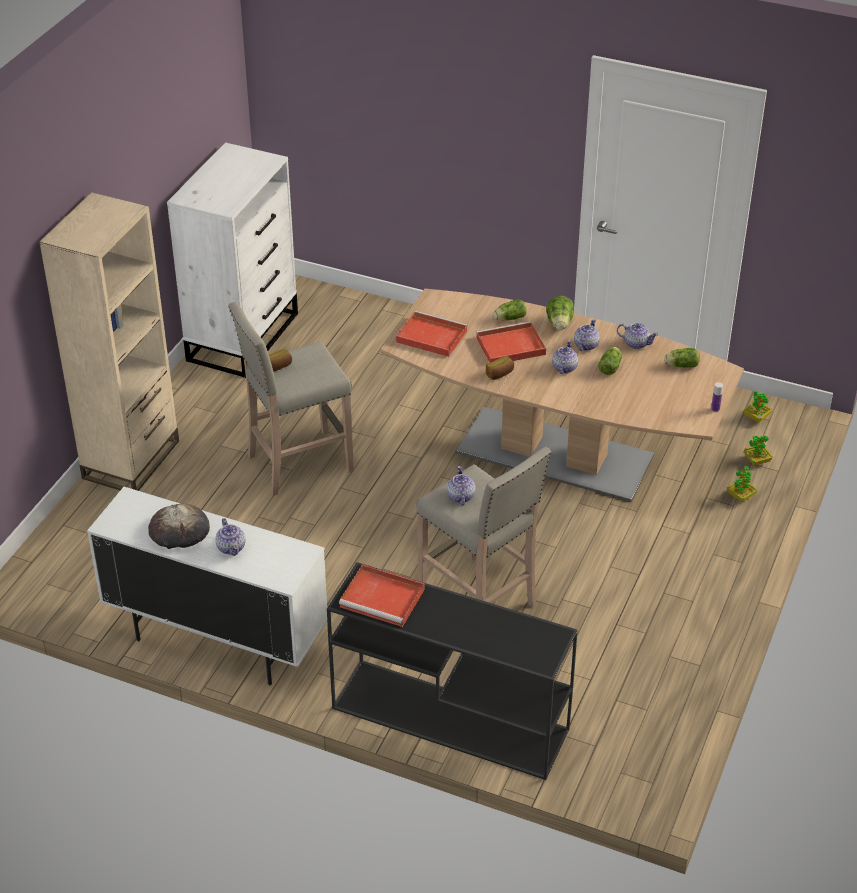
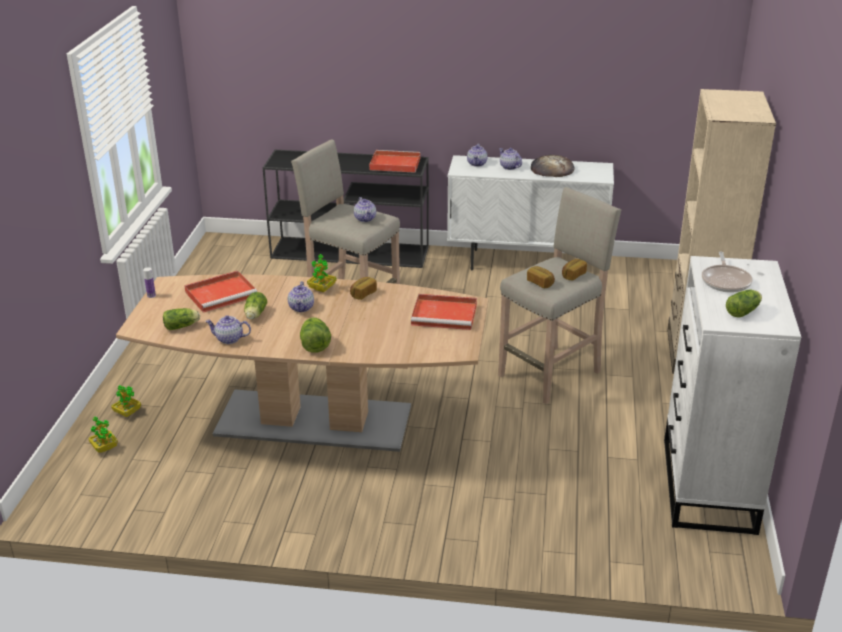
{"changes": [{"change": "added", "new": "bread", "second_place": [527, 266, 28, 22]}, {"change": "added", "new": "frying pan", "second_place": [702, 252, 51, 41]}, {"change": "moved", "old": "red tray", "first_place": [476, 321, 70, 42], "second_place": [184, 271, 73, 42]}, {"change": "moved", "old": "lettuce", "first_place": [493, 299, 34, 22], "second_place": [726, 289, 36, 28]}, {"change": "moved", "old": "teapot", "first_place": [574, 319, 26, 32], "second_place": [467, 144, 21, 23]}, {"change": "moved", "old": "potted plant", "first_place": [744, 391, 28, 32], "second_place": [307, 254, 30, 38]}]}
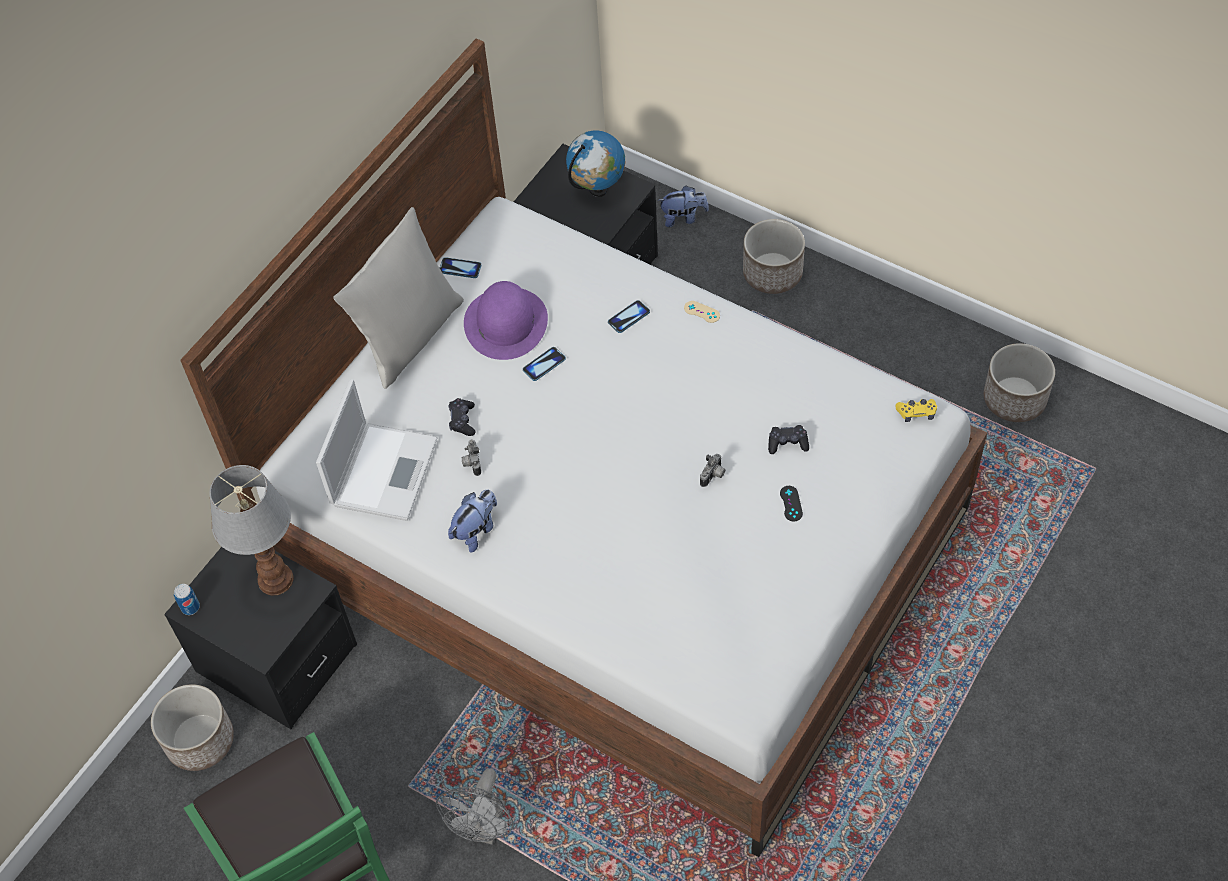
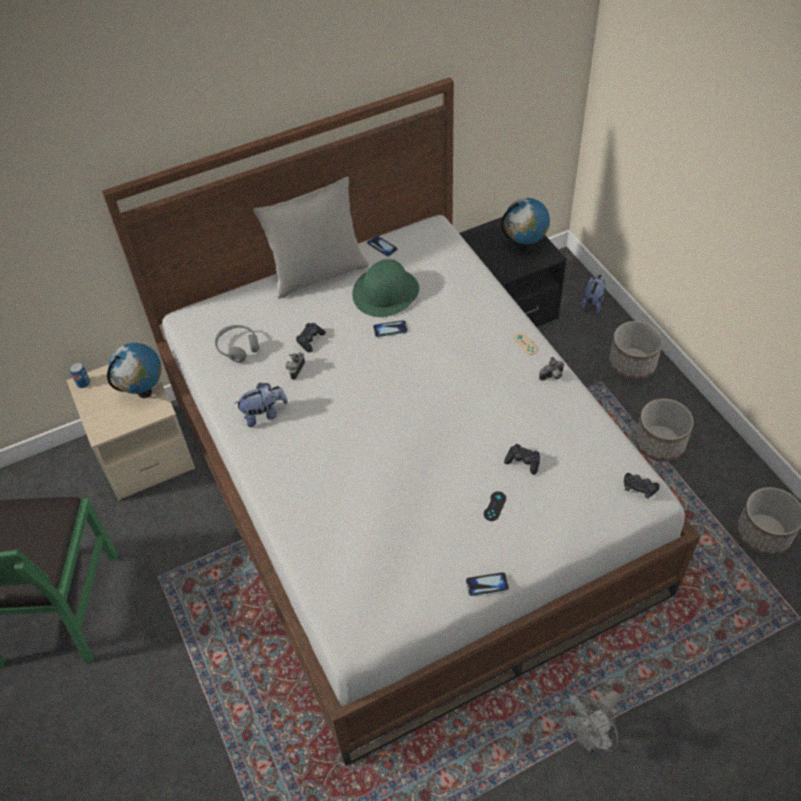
{"changes": [{"change": "moved", "old": "planter", "first_place": [151, 684, 83, 87], "second_place": [635, 399, 59, 63]}, {"change": "moved", "old": "grey fan", "first_place": [436, 768, 77, 77], "second_place": [561, 691, 59, 61]}, {"change": "moved", "old": "phone", "first_place": [608, 300, 42, 33], "second_place": [466, 572, 43, 24]}, {"change": "moved", "old": "photo camera", "first_place": [700, 454, 25, 33], "second_place": [539, 357, 25, 24]}, {"change": "replaced", "old": "table lamp", "new": "globe", "first_place": [209, 465, 84, 131], "second_place": [107, 343, 55, 55]}, {"change": "replaced", "old": "laptop", "new": "grey headphones", "first_place": [316, 379, 122, 142], "second_place": [215, 325, 44, 38]}, {"change": "recoloured", "old": "black nightstand", "new": "beige nightstand", "first_place": [164, 547, 193, 182], "second_place": [66, 364, 129, 137]}, {"change": "recoloured", "old": "purple hat", "new": "green hat", "first_place": [464, 281, 84, 79], "second_place": [352, 259, 67, 58]}, {"change": "recoloured", "old": "yellow game controller", "new": "black game controller", "first_place": [896, 399, 41, 23], "second_place": [624, 473, 36, 26]}, {"change": "turned", "old": "plush toy", "first_place": [658, 186, 51, 41], "second_place": [580, 274, 26, 39], "degrees": -90}]}
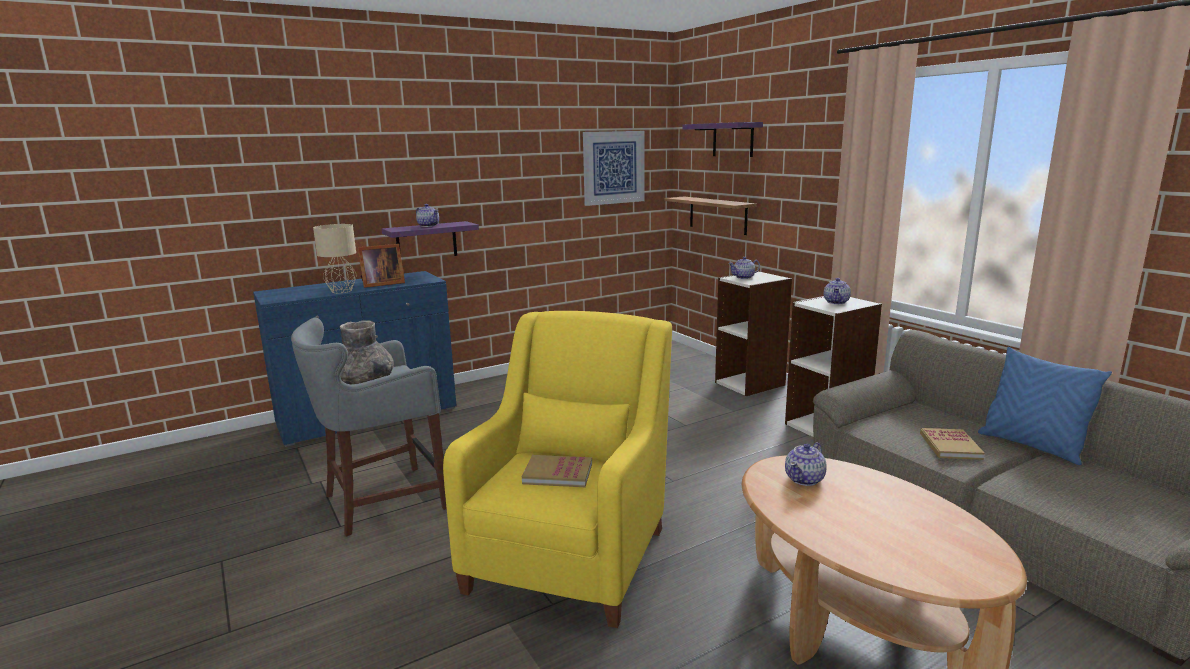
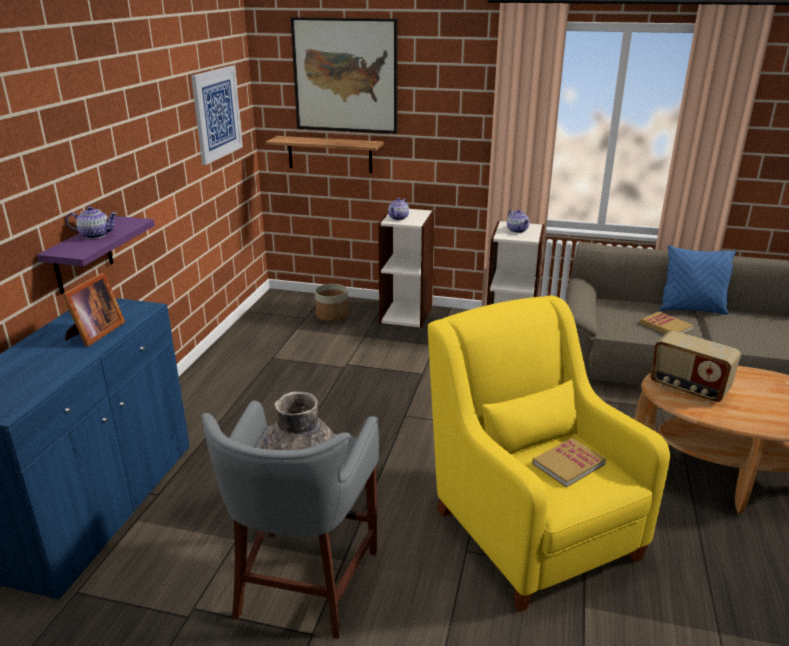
{"changes": [{"change": "removed", "old": "beige table lamp", "first_place": [313, 224, 44, 69]}, {"change": "added", "new": "planter", "second_place": [315, 284, 33, 37]}, {"change": "replaced", "old": "purple shelf", "new": "picture", "first_place": [682, 122, 81, 35], "second_place": [291, 17, 107, 117]}, {"change": "replaced", "old": "teapot", "new": "radio", "first_place": [785, 442, 41, 44], "second_place": [650, 330, 91, 72]}]}
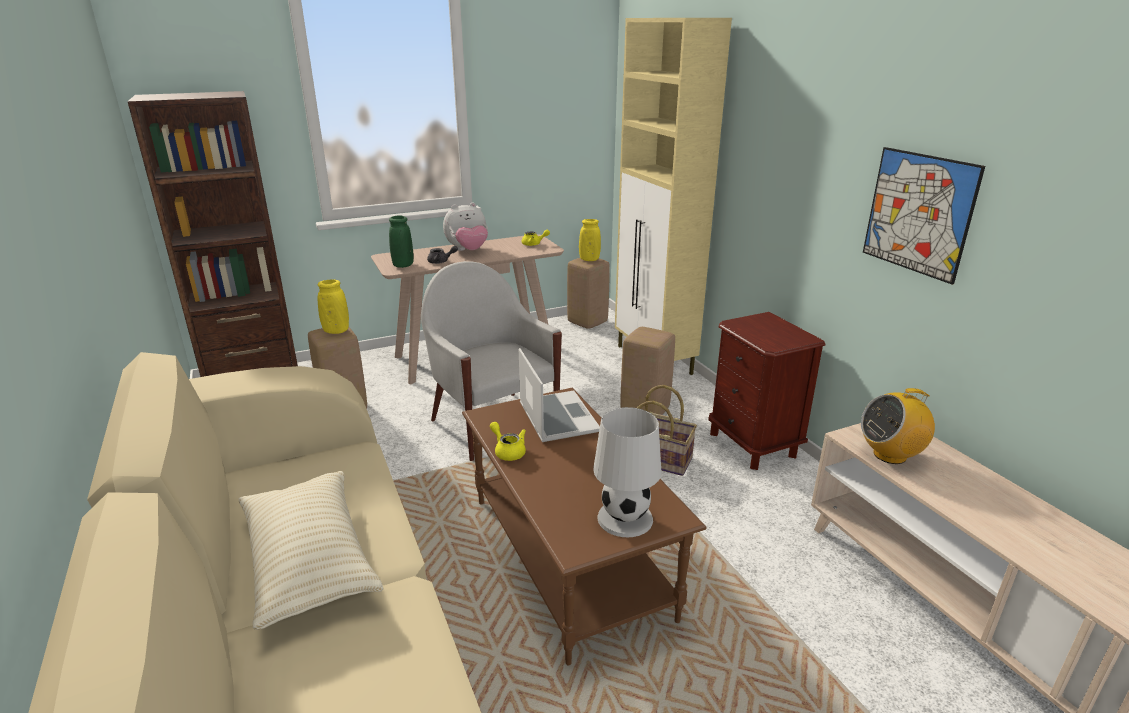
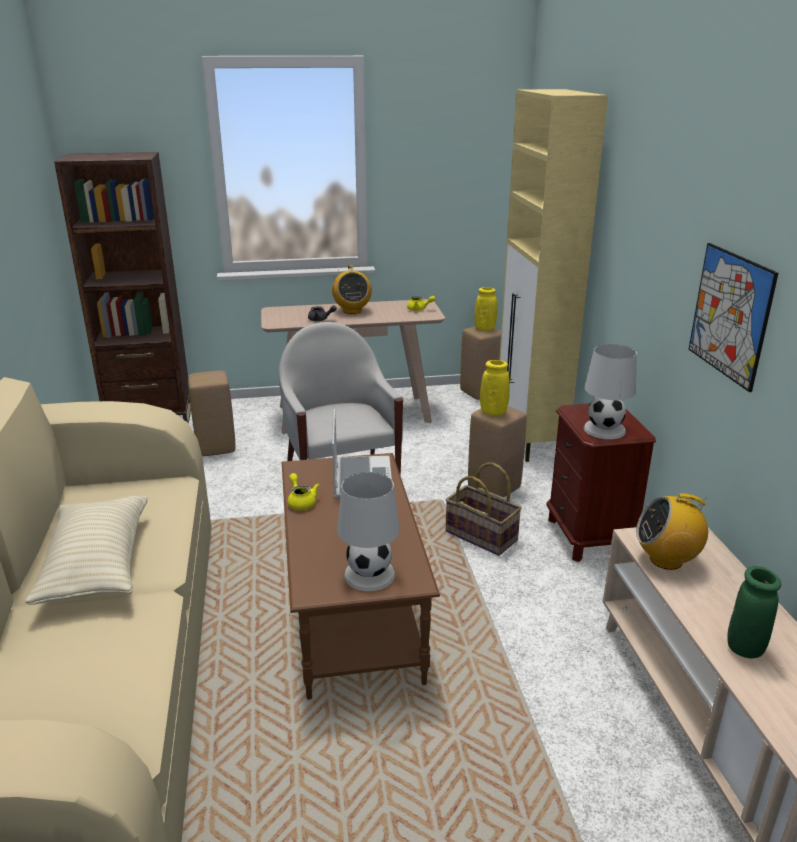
{"changes": [{"change": "added", "new": "white table lamp", "second_place": [584, 344, 53, 95]}, {"change": "moved", "old": "yellow vase", "first_place": [318, 279, 31, 55], "second_place": [480, 360, 30, 56]}, {"change": "moved", "old": "green vase", "first_place": [389, 216, 25, 52], "second_place": [727, 566, 54, 92]}, {"change": "replaced", "old": "plush toy", "new": "radio", "first_place": [443, 203, 45, 48], "second_place": [332, 265, 40, 49]}]}
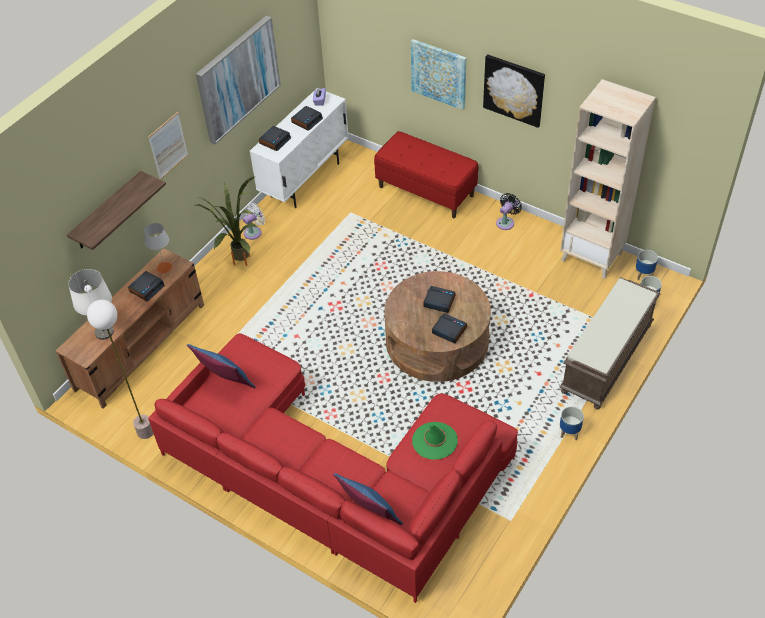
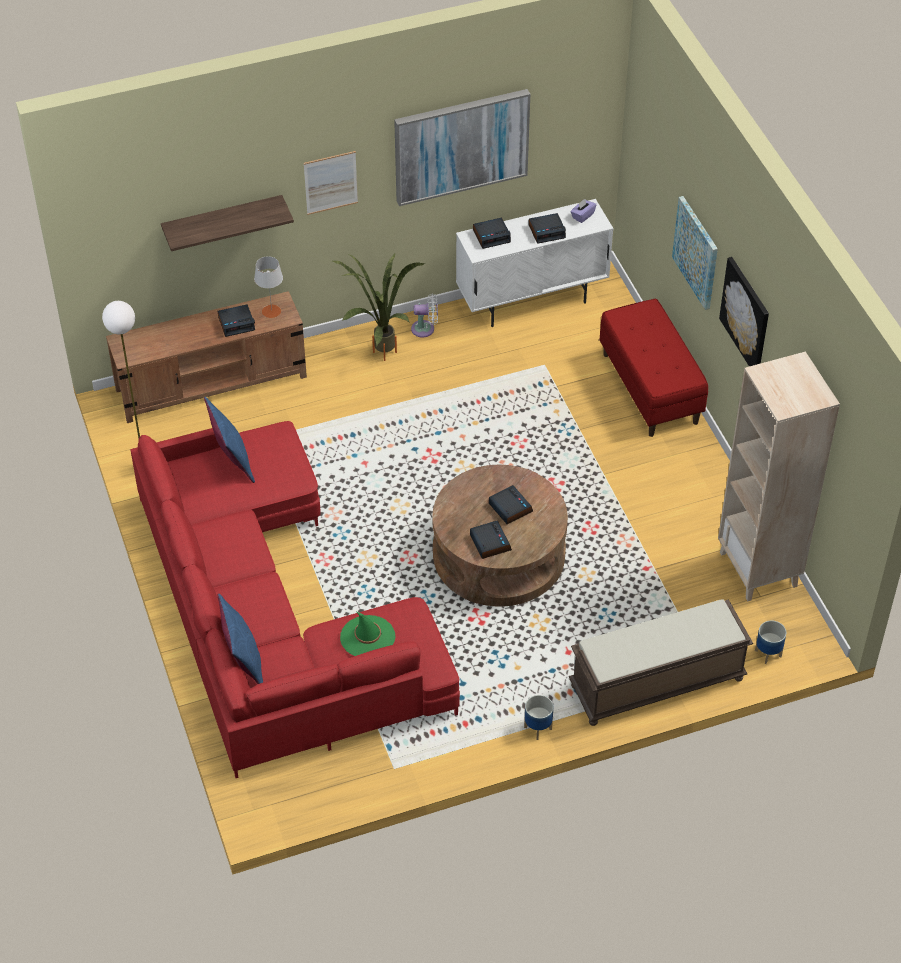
{"changes": [{"change": "removed", "old": "white table lamp", "first_place": [68, 269, 46, 71]}, {"change": "removed", "old": "black fan", "first_place": [496, 193, 26, 37]}, {"change": "removed", "old": "planter", "first_place": [636, 250, 22, 30]}]}
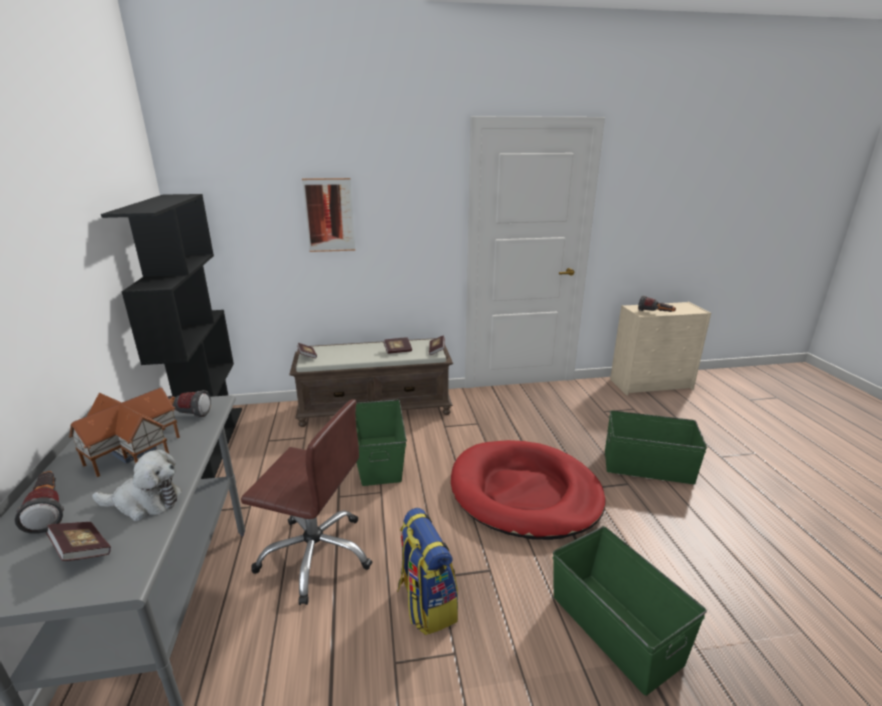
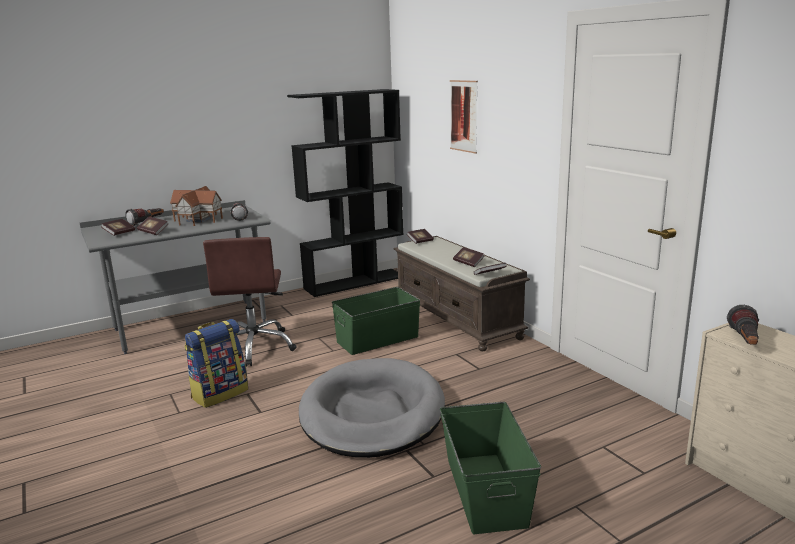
{"changes": [{"change": "removed", "old": "green storage box", "first_place": [553, 526, 154, 170]}, {"change": "replaced", "old": "plush toy", "new": "book", "first_place": [92, 450, 90, 71], "second_place": [137, 217, 31, 18]}, {"change": "recoloured", "old": "red dog bed", "new": "grey dog bed", "first_place": [451, 440, 155, 100], "second_place": [299, 358, 146, 100]}]}
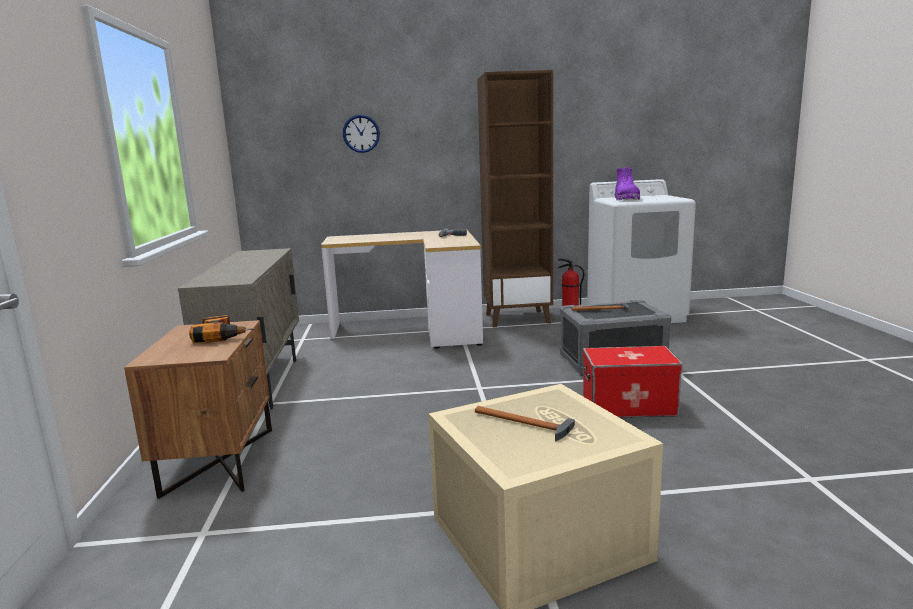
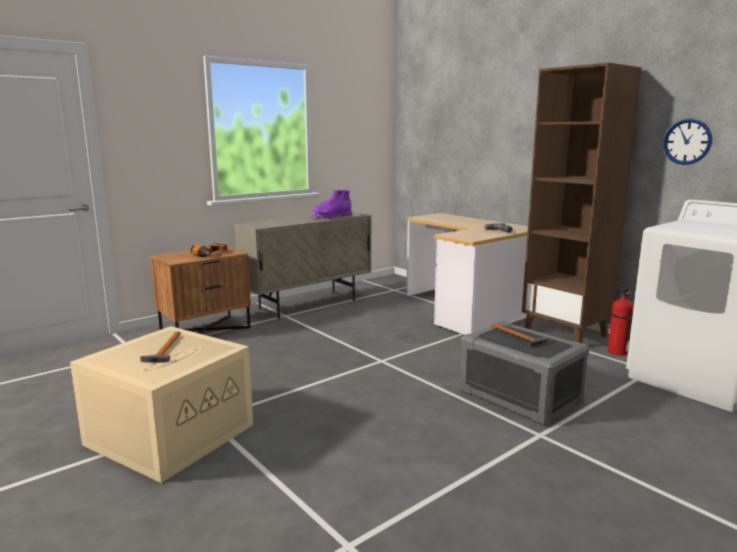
{"changes": [{"change": "removed", "old": "storage box", "first_place": [583, 346, 100, 72]}, {"change": "moved", "old": "wall clock", "first_place": [343, 115, 37, 38], "second_place": [663, 119, 49, 46]}, {"change": "moved", "old": "purple boot", "first_place": [615, 167, 25, 34], "second_place": [311, 190, 41, 30]}]}
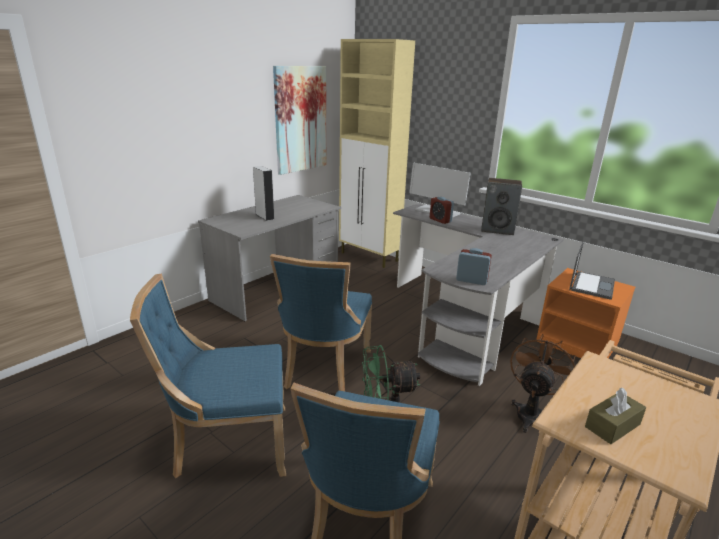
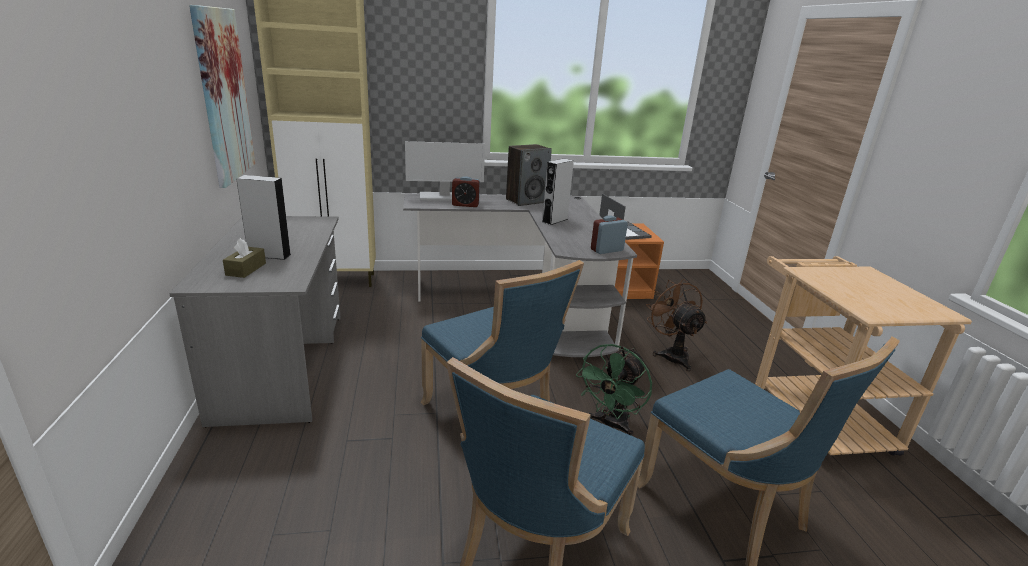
{"changes": [{"change": "added", "new": "grey speaker", "second_place": [542, 158, 32, 67]}, {"change": "moved", "old": "brown tissue box", "first_place": [585, 388, 61, 56], "second_place": [223, 238, 43, 40]}]}
